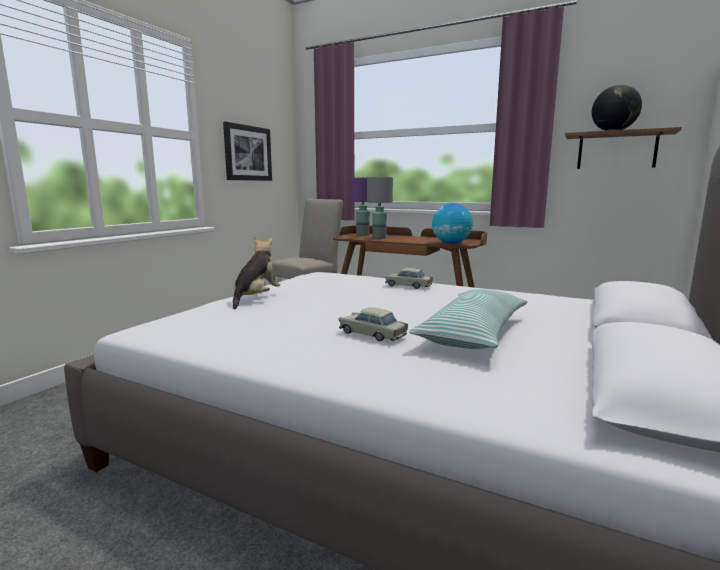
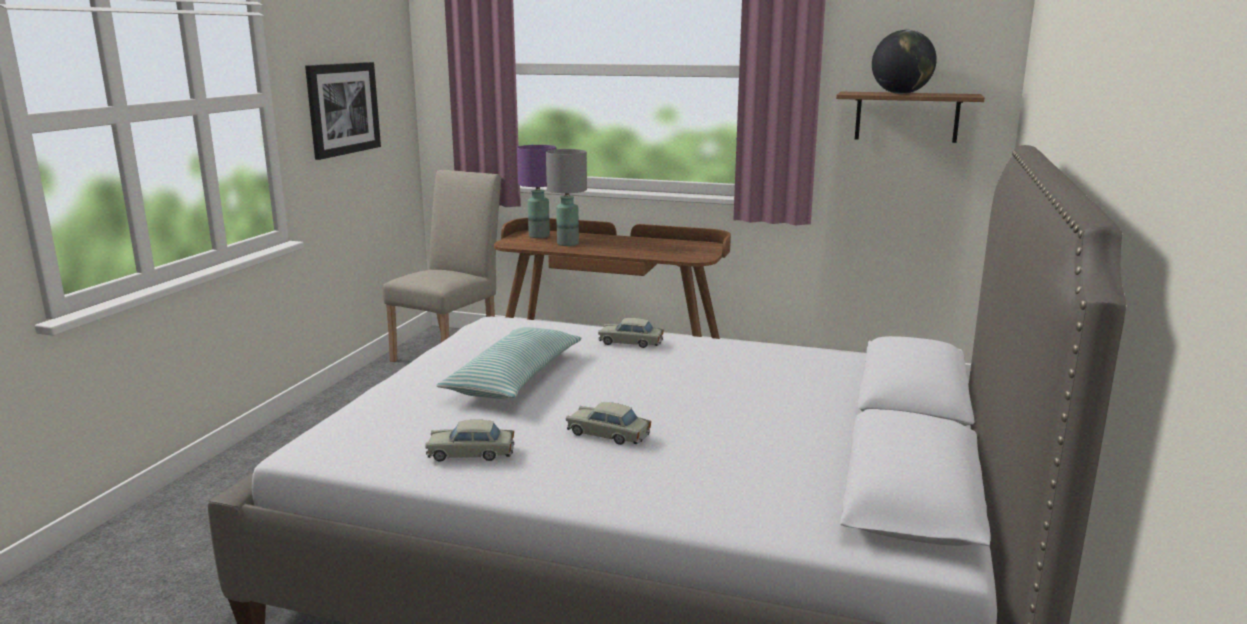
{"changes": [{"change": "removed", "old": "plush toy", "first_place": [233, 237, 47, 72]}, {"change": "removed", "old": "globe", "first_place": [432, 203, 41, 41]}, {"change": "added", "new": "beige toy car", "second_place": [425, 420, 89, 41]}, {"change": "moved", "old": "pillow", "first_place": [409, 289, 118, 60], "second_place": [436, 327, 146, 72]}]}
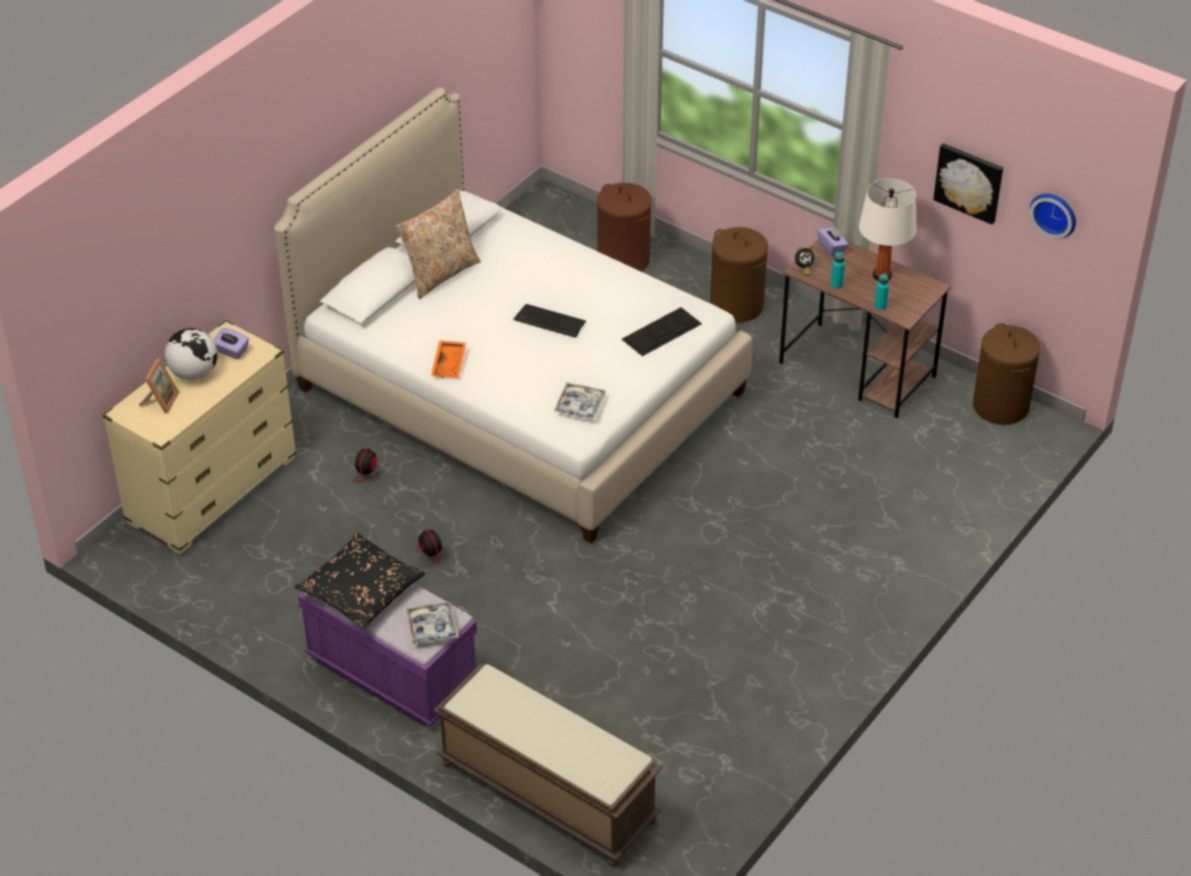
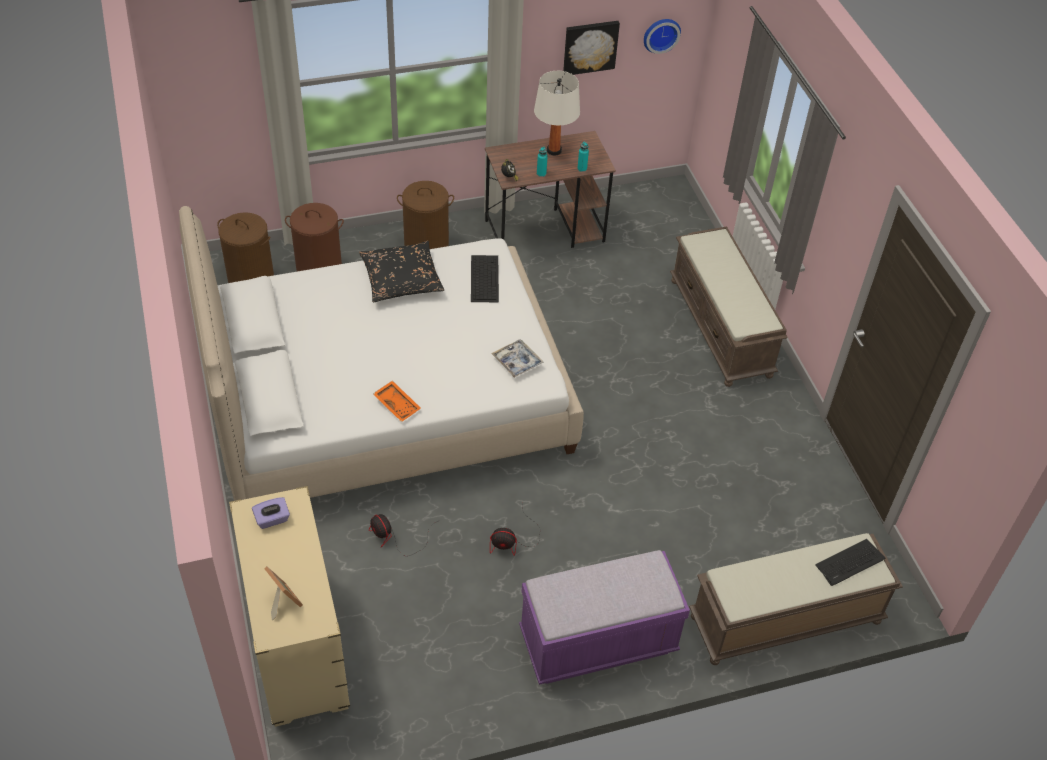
{"changes": [{"change": "removed", "old": "globe", "first_place": [165, 328, 52, 52]}, {"change": "removed", "old": "beige pillow", "first_place": [396, 189, 85, 110]}, {"change": "removed", "old": "tray", "first_place": [406, 602, 53, 42]}, {"change": "removed", "old": "purple tissue box", "first_place": [817, 225, 31, 32]}, {"change": "added", "new": "brown bench", "second_place": [670, 226, 118, 161]}, {"change": "moved", "old": "black pillow", "first_place": [295, 532, 131, 97], "second_place": [359, 241, 85, 61]}, {"change": "moved", "old": "keyboard", "first_place": [513, 304, 73, 33], "second_place": [815, 539, 70, 47]}, {"change": "moved", "old": "brown laundry basket", "first_place": [973, 323, 68, 102], "second_place": [217, 212, 57, 71]}]}
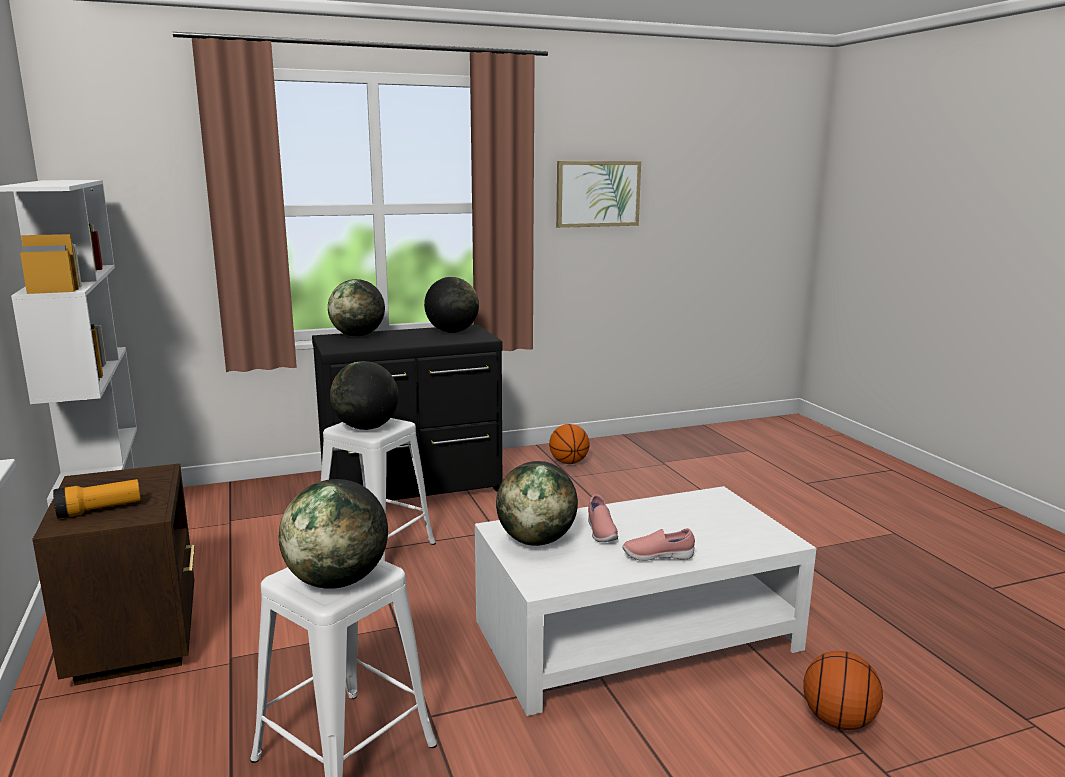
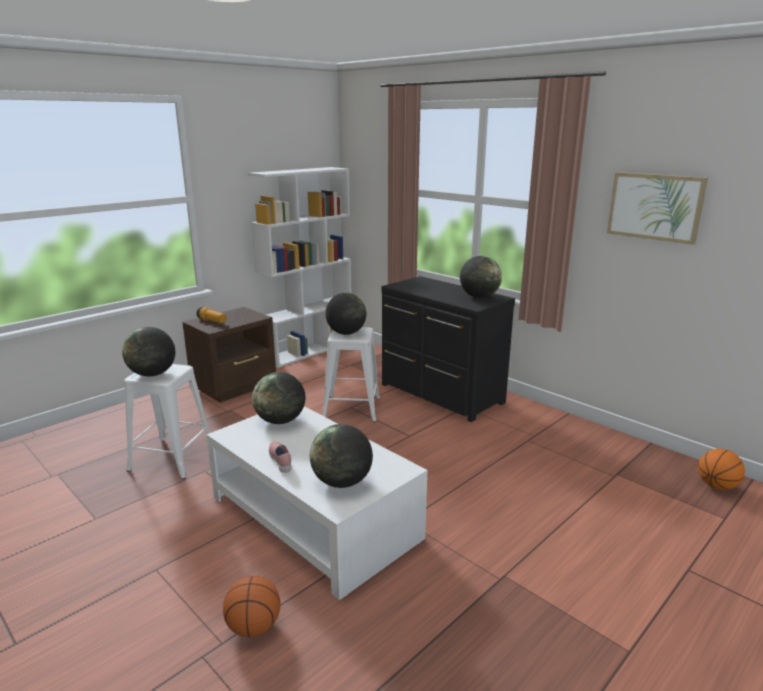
{"changes": [{"change": "removed", "old": "pink shoe", "first_place": [588, 494, 30, 48]}, {"change": "moved", "old": "globe", "first_place": [328, 279, 57, 57], "second_place": [310, 424, 63, 64]}, {"change": "moved", "old": "basketball", "first_place": [549, 424, 41, 40], "second_place": [698, 449, 47, 41]}]}
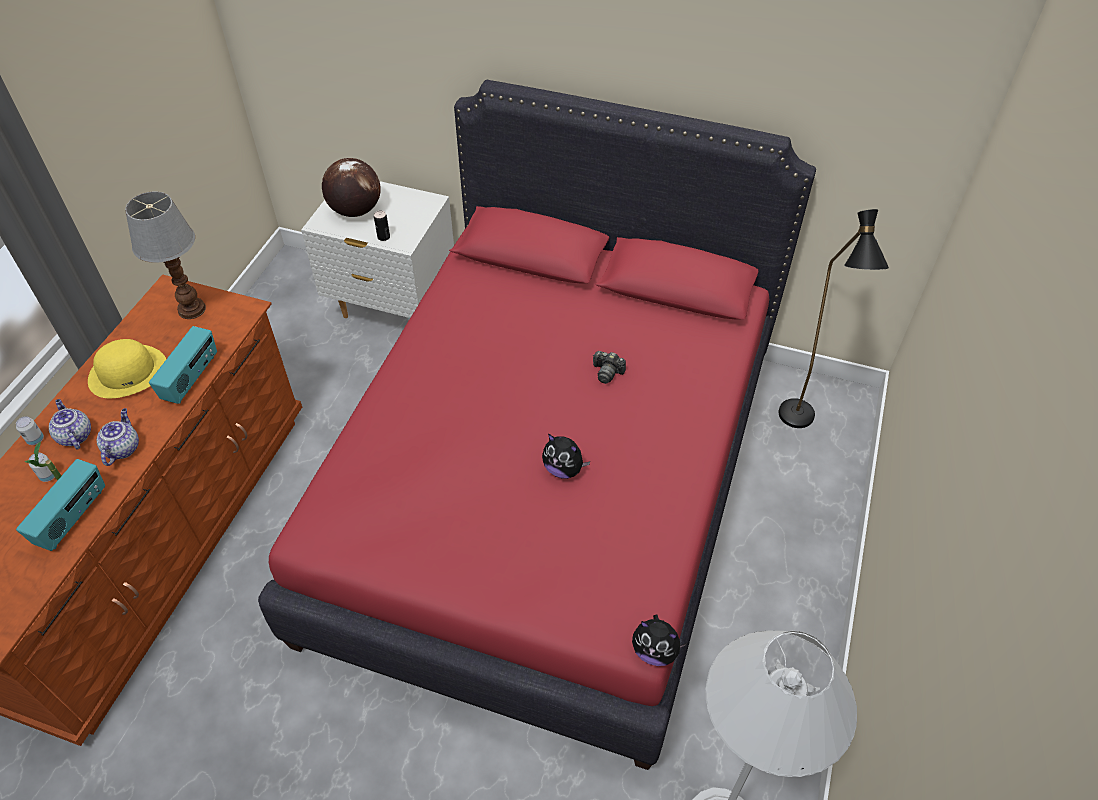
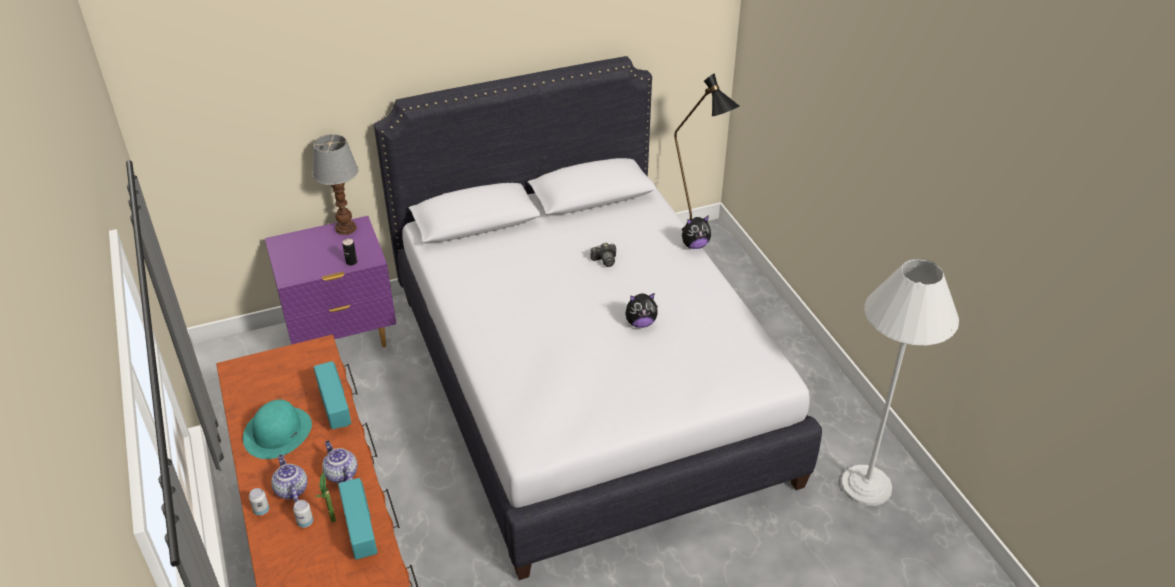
{"changes": [{"change": "removed", "old": "globe", "first_place": [322, 158, 59, 59]}, {"change": "moved", "old": "table lamp", "first_place": [125, 191, 81, 128], "second_place": [312, 134, 46, 101]}, {"change": "moved", "old": "plush toy", "first_place": [632, 614, 55, 52], "second_place": [682, 215, 29, 34]}, {"change": "recoloured", "old": "yellow hat", "new": "turquoise hat", "first_place": [88, 339, 78, 59], "second_place": [243, 399, 69, 60]}, {"change": "recoloured", "old": "red bed", "new": "white bed", "first_place": [258, 80, 558, 690], "second_place": [374, 56, 448, 524]}, {"change": "recoloured", "old": "white nightstand", "new": "purple nightstand", "first_place": [301, 181, 153, 137], "second_place": [265, 216, 131, 131]}, {"change": "turned", "old": "teapot", "first_place": [49, 399, 42, 50], "second_place": [271, 455, 37, 48], "degrees": 45}]}
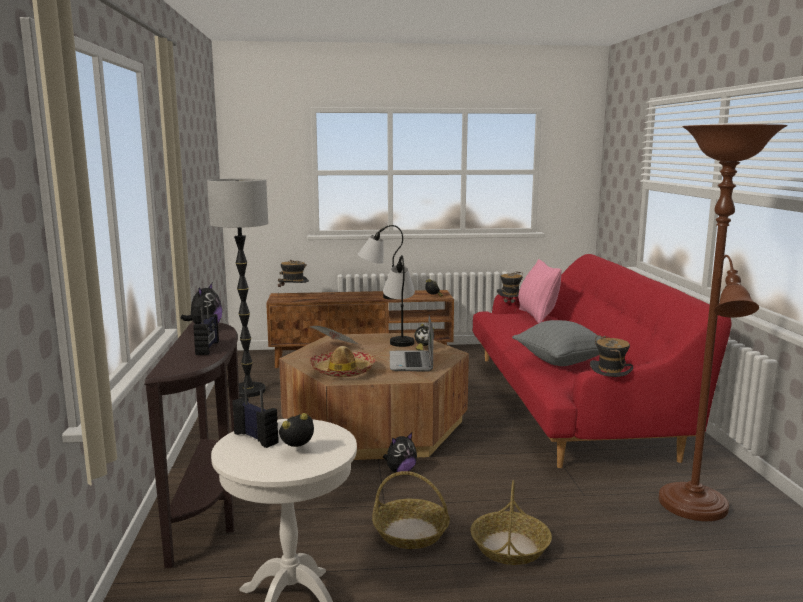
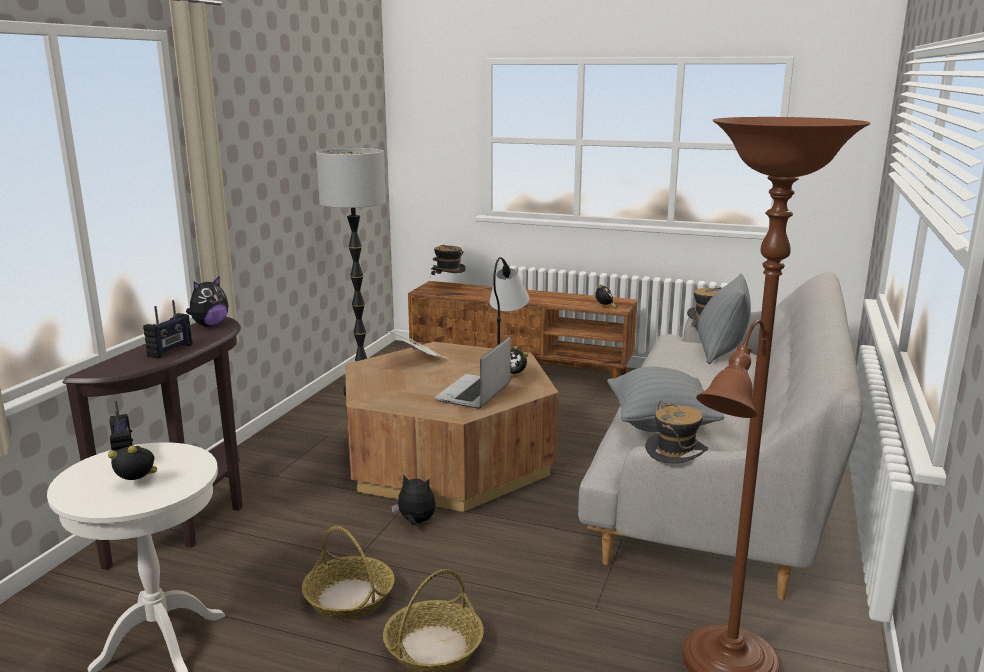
{"changes": [{"change": "removed", "old": "hat", "first_place": [309, 346, 67, 31]}, {"change": "removed", "old": "table lamp", "first_place": [358, 225, 45, 75]}, {"change": "recoloured", "old": "red sofa", "new": "grey sofa", "first_place": [473, 254, 258, 214], "second_place": [578, 272, 285, 328]}, {"change": "recoloured", "old": "pink pillow", "new": "grey pillow", "first_place": [518, 259, 44, 64], "second_place": [698, 274, 53, 90]}, {"change": "turned", "old": "plush toy", "first_place": [383, 433, 34, 40], "second_place": [391, 474, 45, 51], "degrees": -150}]}
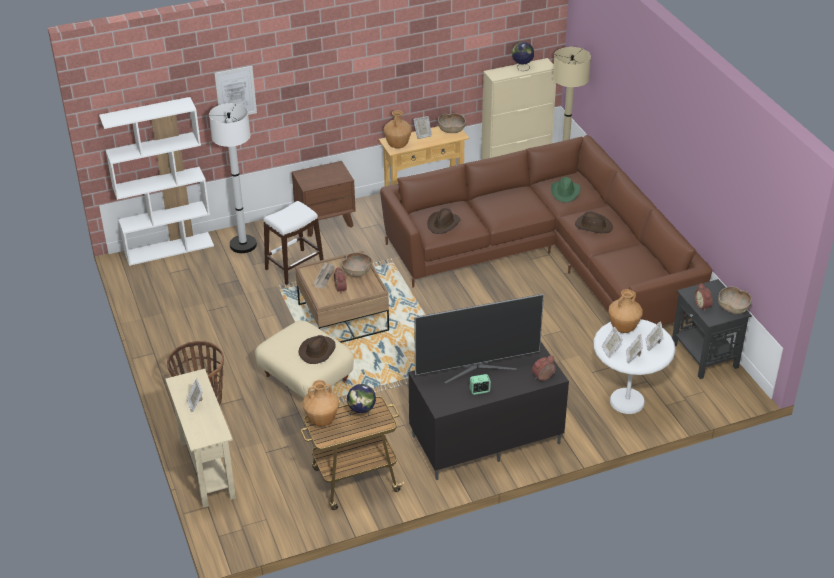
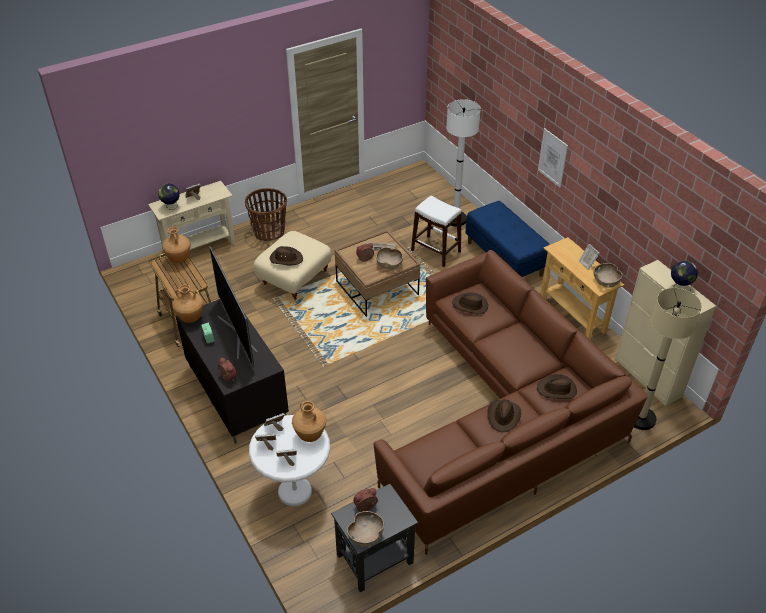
{"changes": [{"change": "removed", "old": "white bookcase", "first_place": [99, 97, 115, 169]}, {"change": "moved", "old": "picture", "first_place": [214, 66, 43, 49], "second_place": [538, 128, 30, 59]}, {"change": "moved", "old": "globe", "first_place": [347, 384, 29, 35], "second_place": [158, 183, 22, 27]}, {"change": "moved", "old": "brown vase", "first_place": [383, 110, 29, 39], "second_place": [172, 285, 31, 38]}, {"change": "replaced", "old": "brown nightstand", "new": "blue bench", "first_place": [292, 161, 64, 76], "second_place": [465, 201, 85, 76]}, {"change": "recoloured", "old": "green hat", "new": "brown hat", "first_place": [551, 177, 30, 26], "second_place": [537, 374, 40, 25]}]}
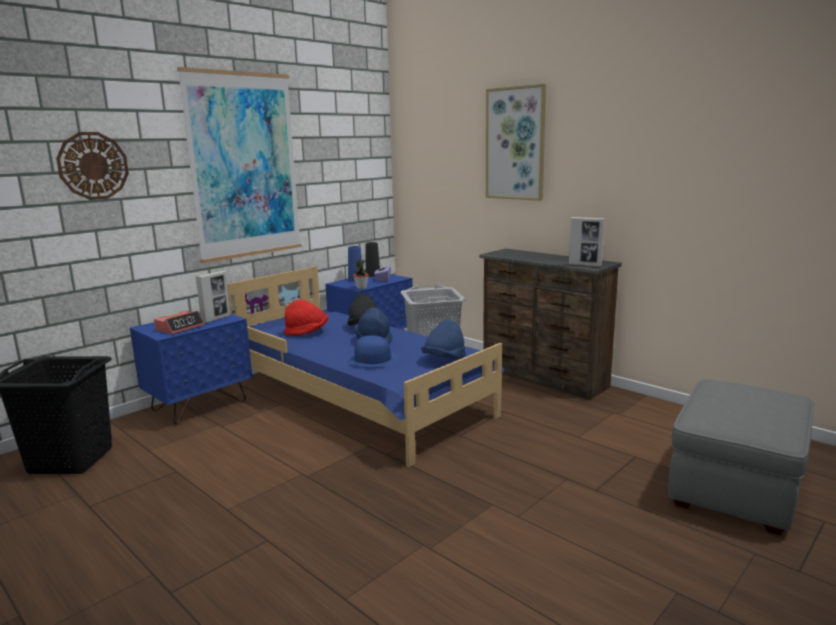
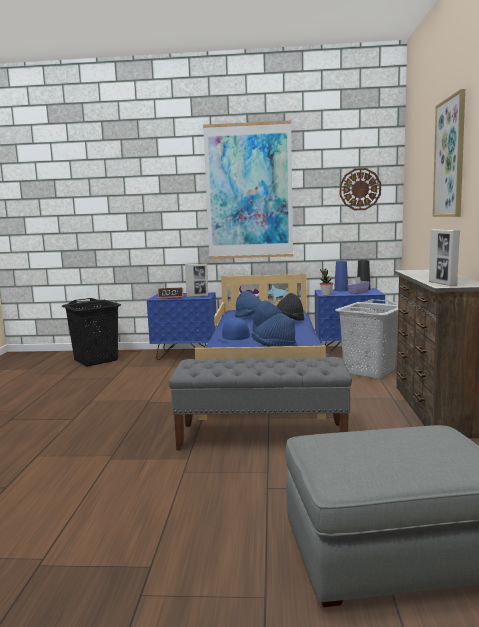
{"changes": [{"change": "added", "new": "grey bench", "second_place": [169, 357, 183, 93]}, {"change": "moved", "old": "wall clock", "first_place": [56, 132, 73, 68], "second_place": [340, 168, 41, 42]}, {"change": "recoloured", "old": "red hat", "new": "blue hat", "first_place": [284, 299, 44, 37], "second_place": [235, 291, 27, 27]}]}
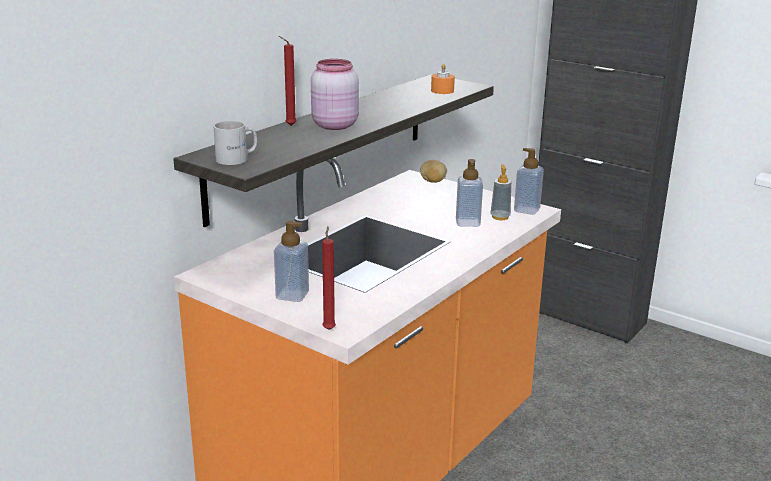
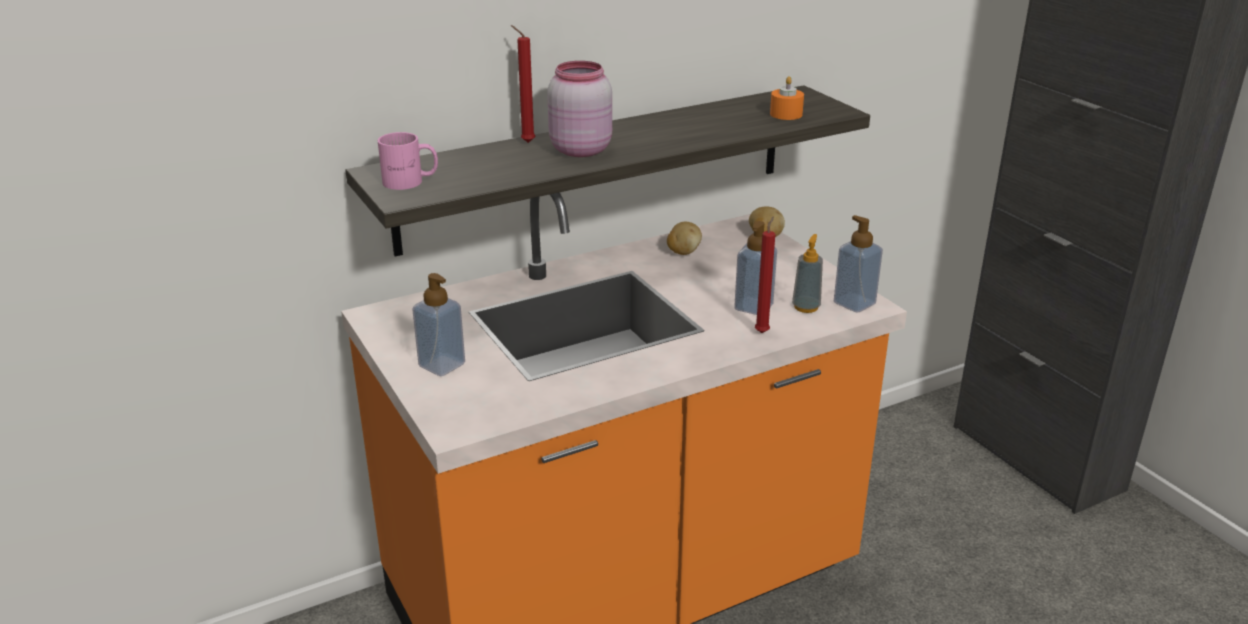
{"changes": [{"change": "added", "new": "potato", "second_place": [667, 222, 35, 33]}, {"change": "moved", "old": "red candle", "first_place": [322, 226, 14, 104], "second_place": [755, 217, 20, 116]}, {"change": "recoloured", "old": "white mug", "new": "pink mug", "first_place": [213, 121, 44, 44], "second_place": [378, 132, 60, 58]}]}
